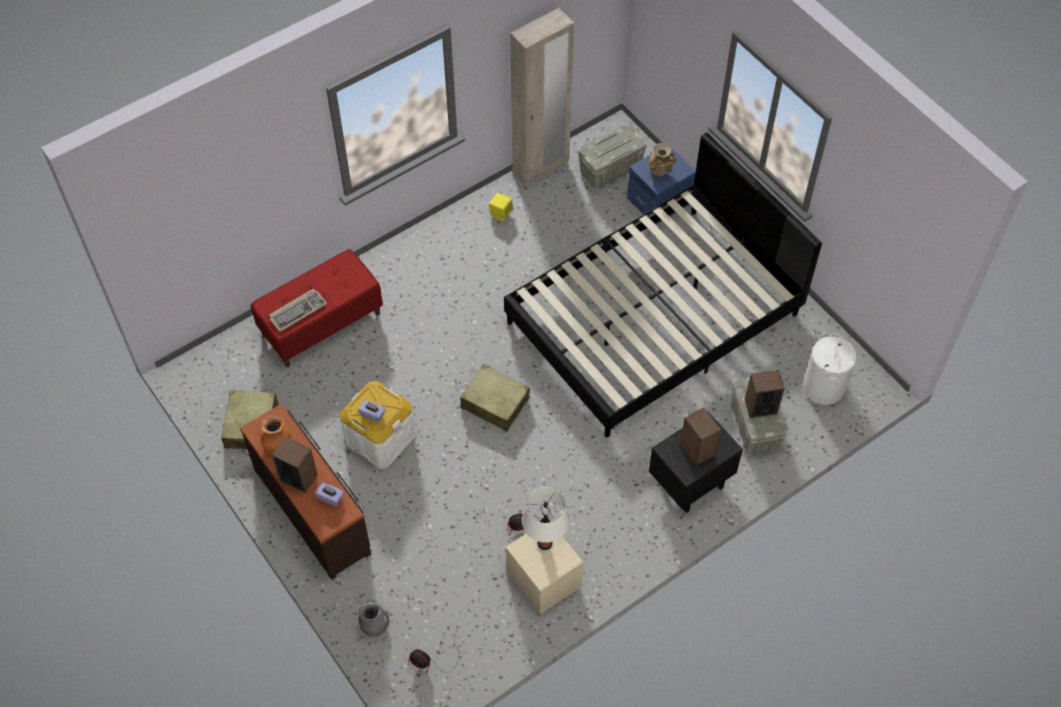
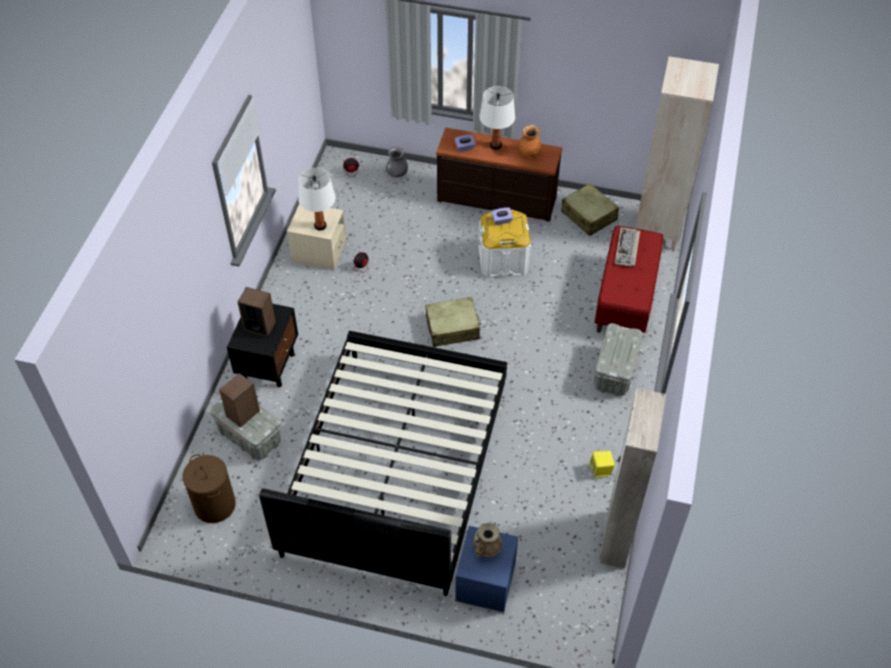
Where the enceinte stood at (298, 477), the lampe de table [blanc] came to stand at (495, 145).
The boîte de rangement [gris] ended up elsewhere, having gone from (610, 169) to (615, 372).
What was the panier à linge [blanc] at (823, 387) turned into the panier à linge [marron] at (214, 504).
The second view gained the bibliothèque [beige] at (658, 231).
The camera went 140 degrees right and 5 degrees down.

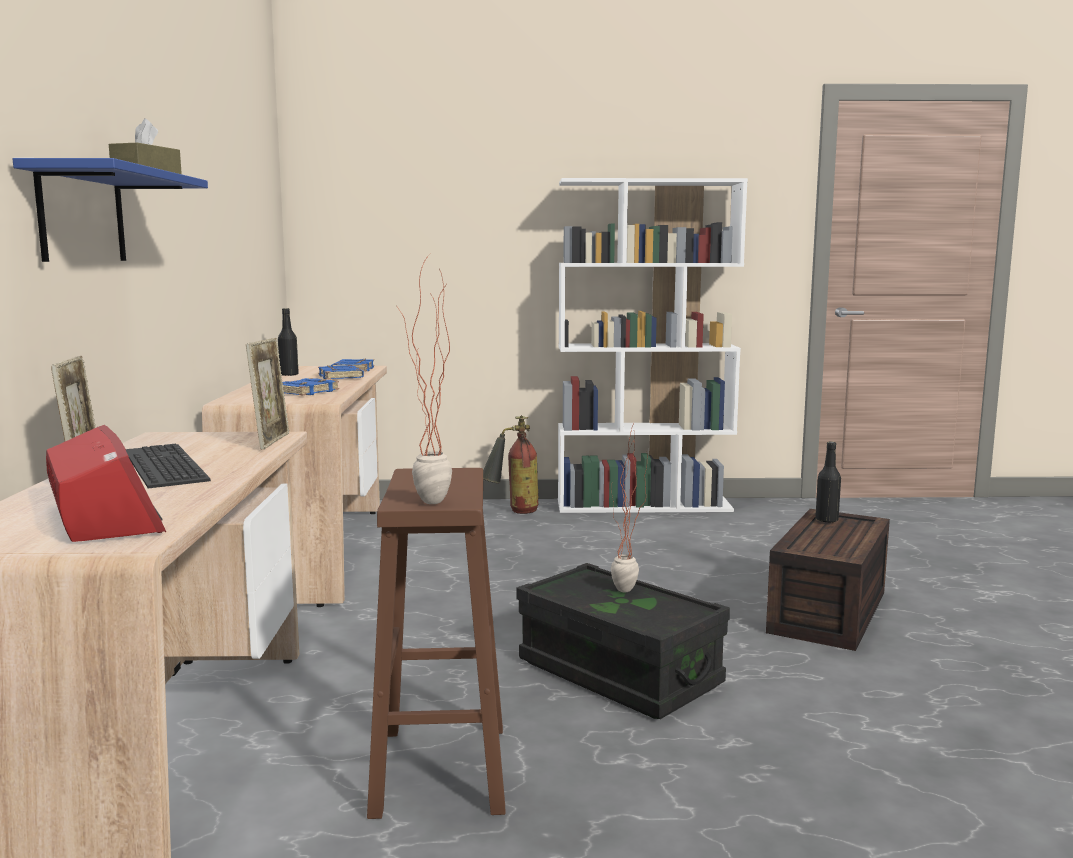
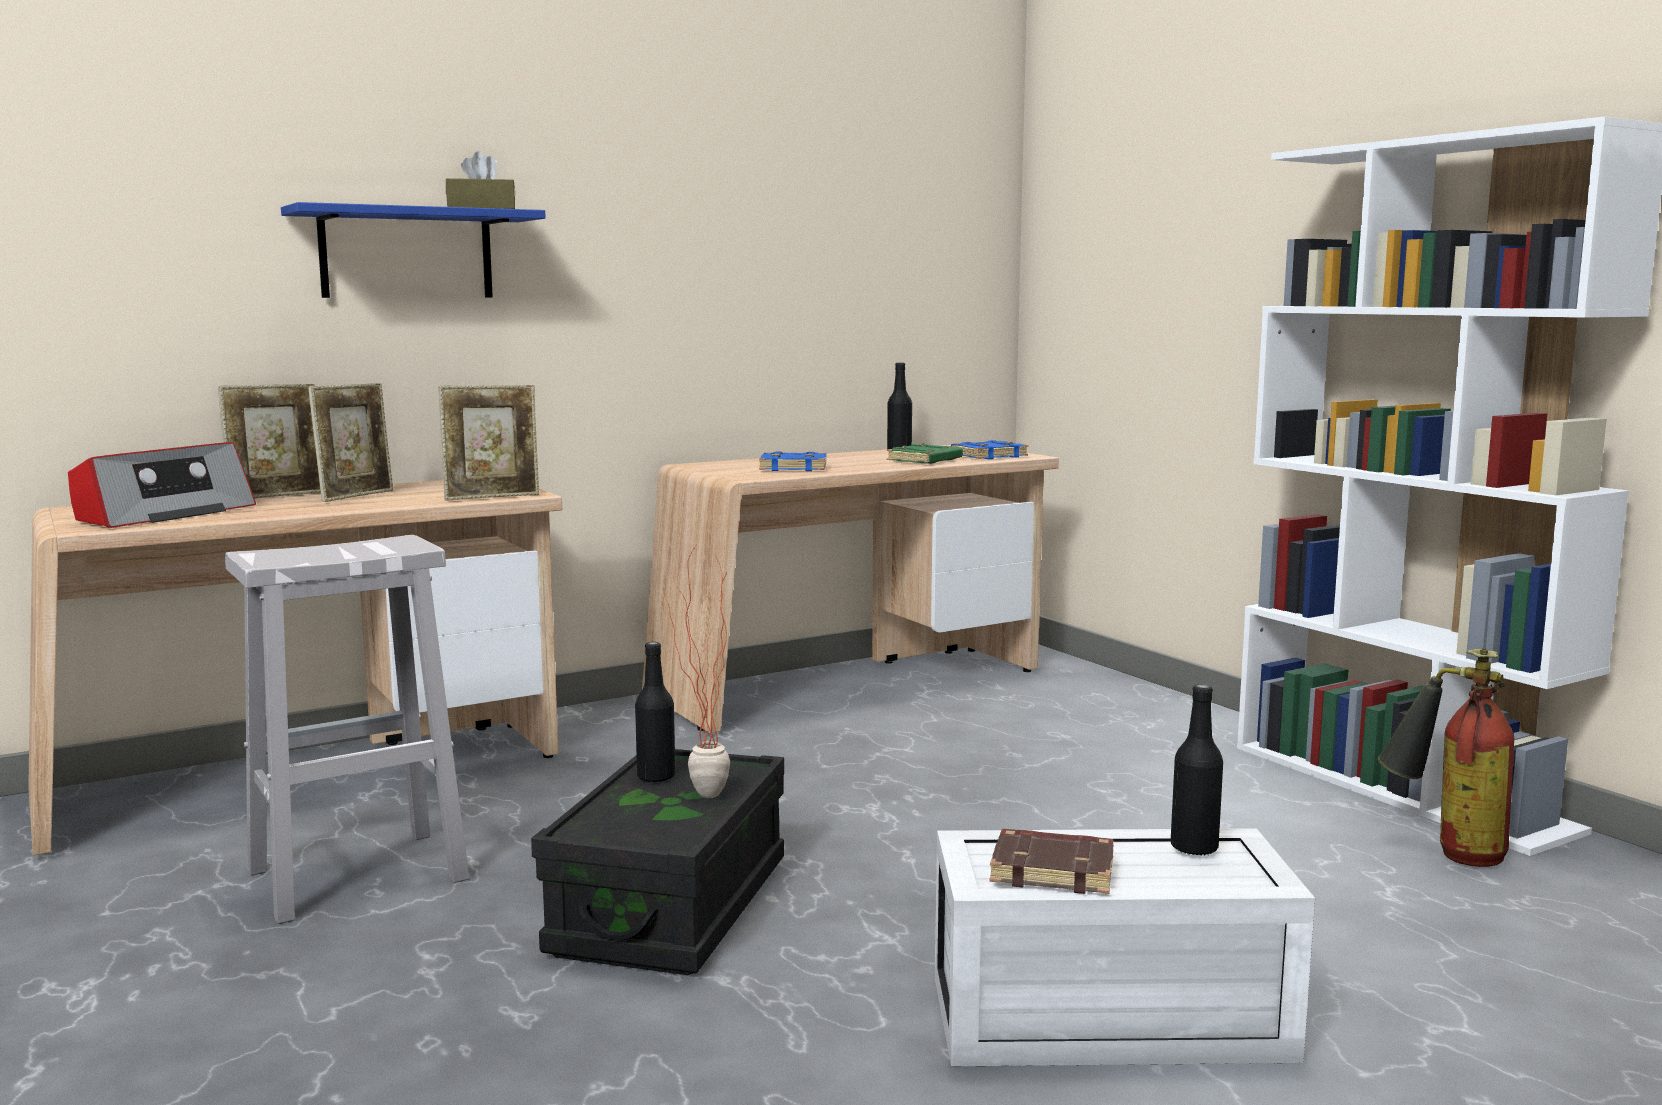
Where the clavier stood at (160, 465), the cadre photo came to stand at (356, 496).
What was the livre [bleu] at (341, 377) turned into the livre [vert] at (925, 460).
What was the tabouret [marron] at (441, 771) turned into the tabouret [blanc] at (354, 876).
The second view lost the plante en pot at (428, 505).
The extincteur ended up elsewhere, having gone from (512, 511) to (1445, 850).
What was the boîte de rangement [marron] at (830, 613) turned into the boîte de rangement [blanc] at (1104, 1021).
The second view gained the bouteille [noir] at (656, 777).
The second view gained the livre [marron] at (1054, 870).
The camera went 60 degrees right and 0 degrees up.

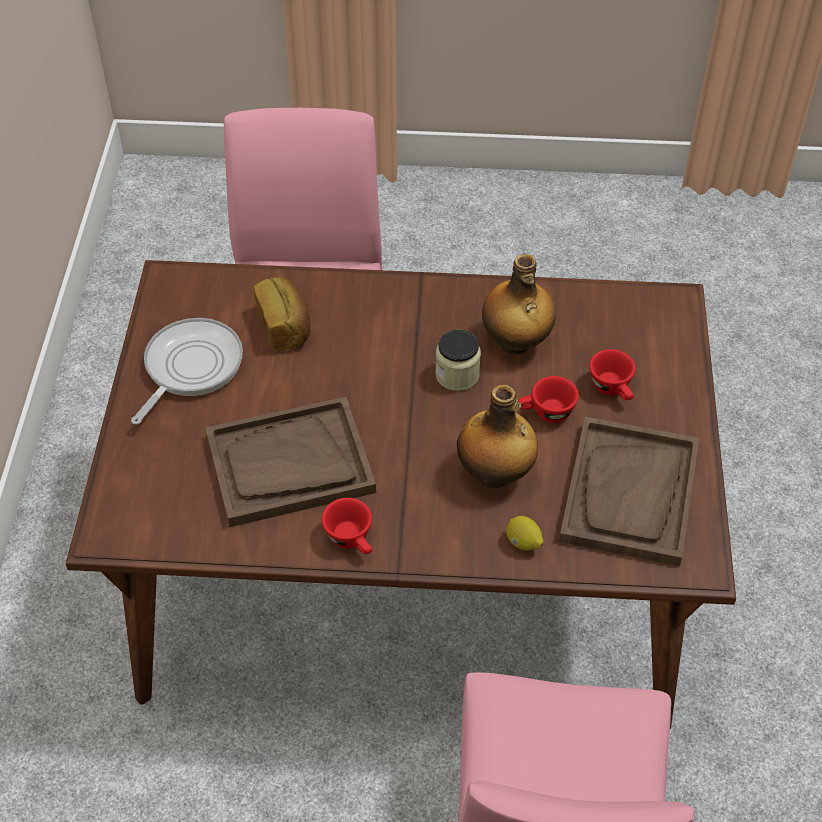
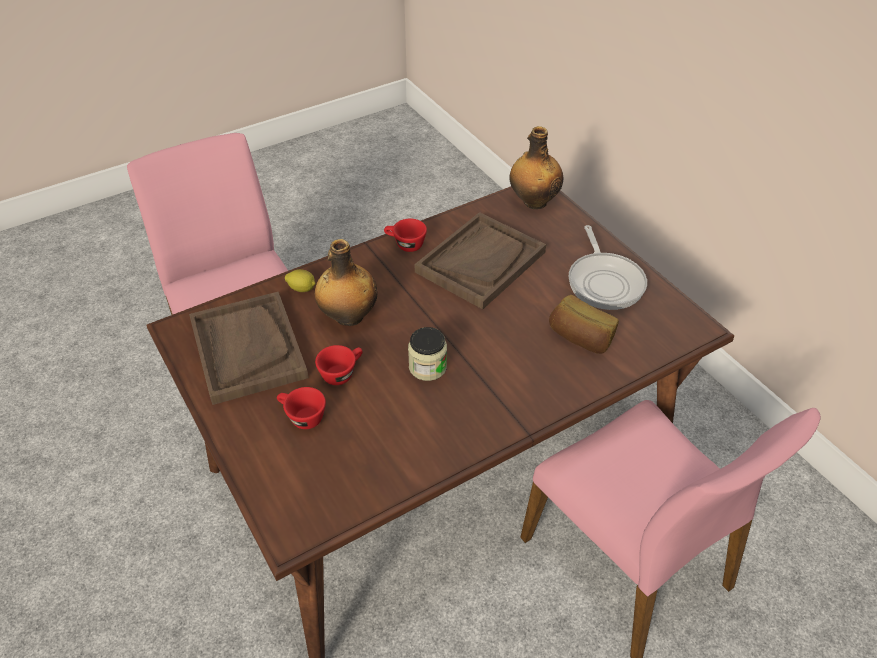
The bouteille ended up elsewhere, having gone from (515, 343) to (533, 201).
The camera went 145 degrees right and 5 degrees down.

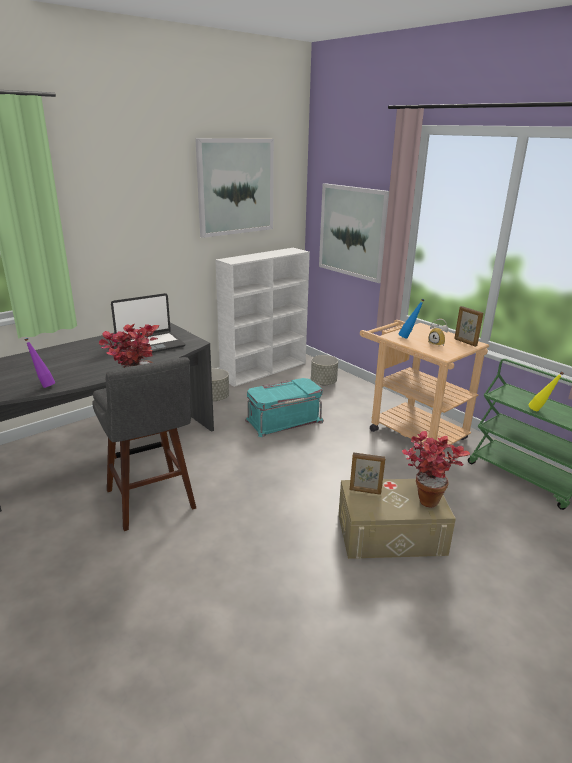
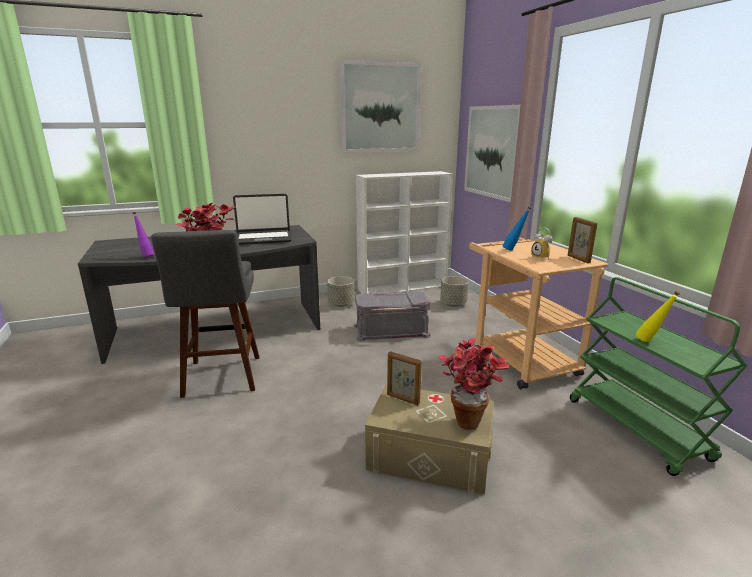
What was the boîte de rangement [turquoise] at (284, 420) turned into the boîte de rangement [gris] at (391, 330).
The camera went 20 degrees right and 5 degrees down.

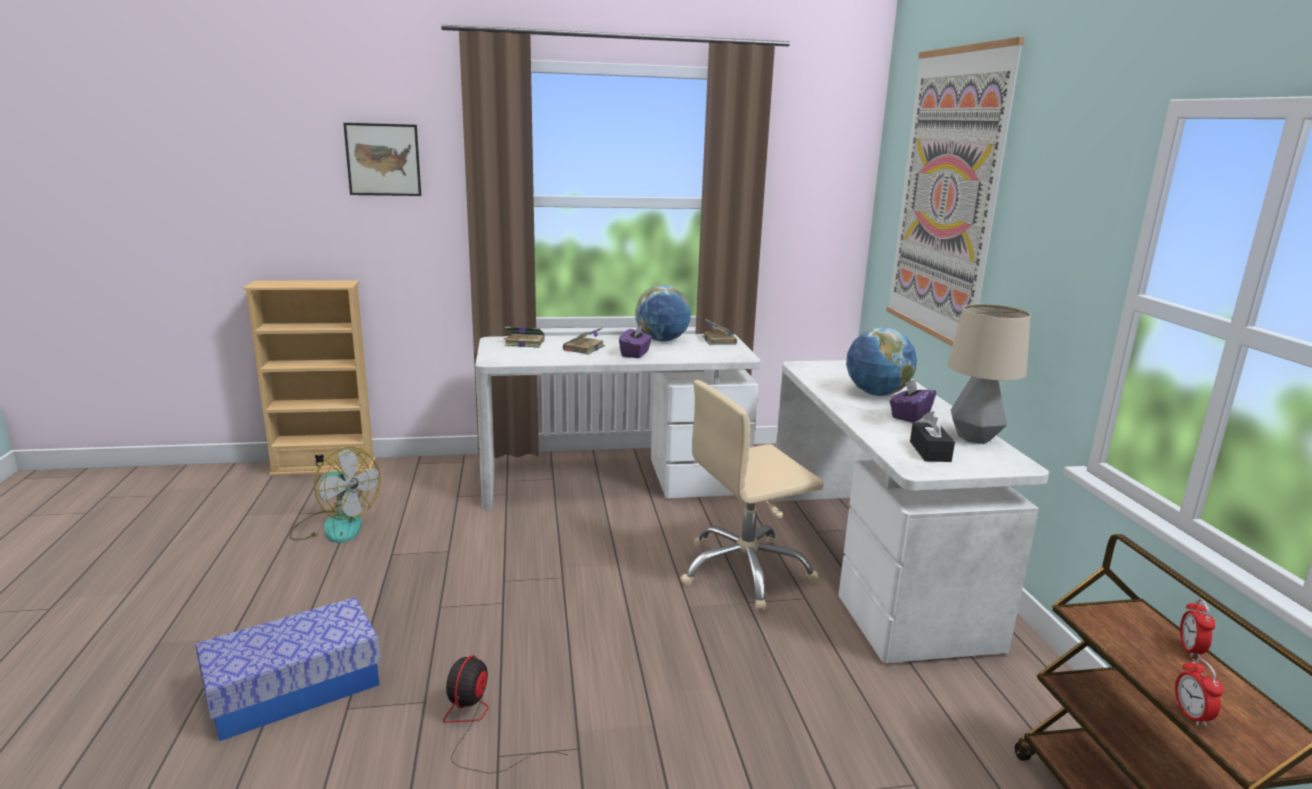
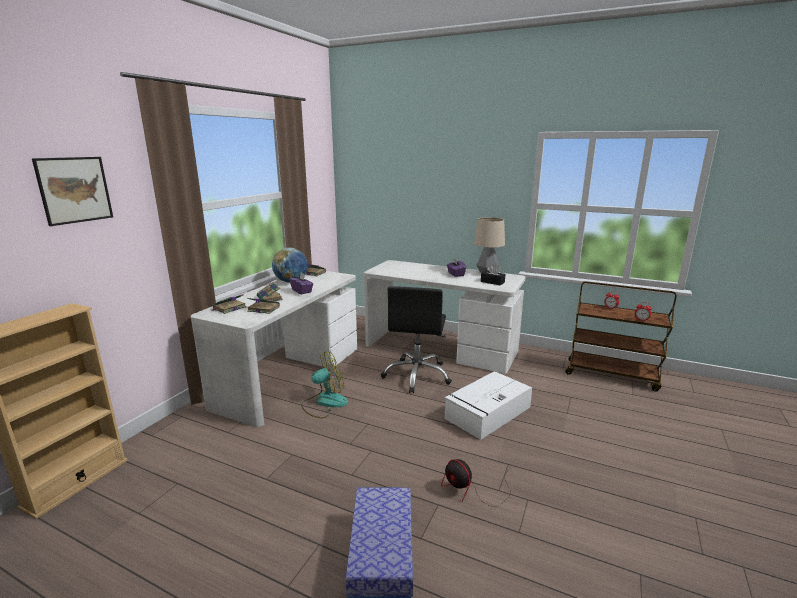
The ventilateur ended up elsewhere, having gone from (335, 526) to (324, 403).
What was the chaise de bureau [beige] at (745, 571) turned into the chaise de bureau [noir] at (417, 375).
The second view lost the globe at (876, 394).
The second view lost the tableau at (946, 196).
The second view gained the livre at (263, 309).
The second view gained the boîte de rangement [blanc] at (487, 413).
The camera went 55 degrees left and 0 degrees up.

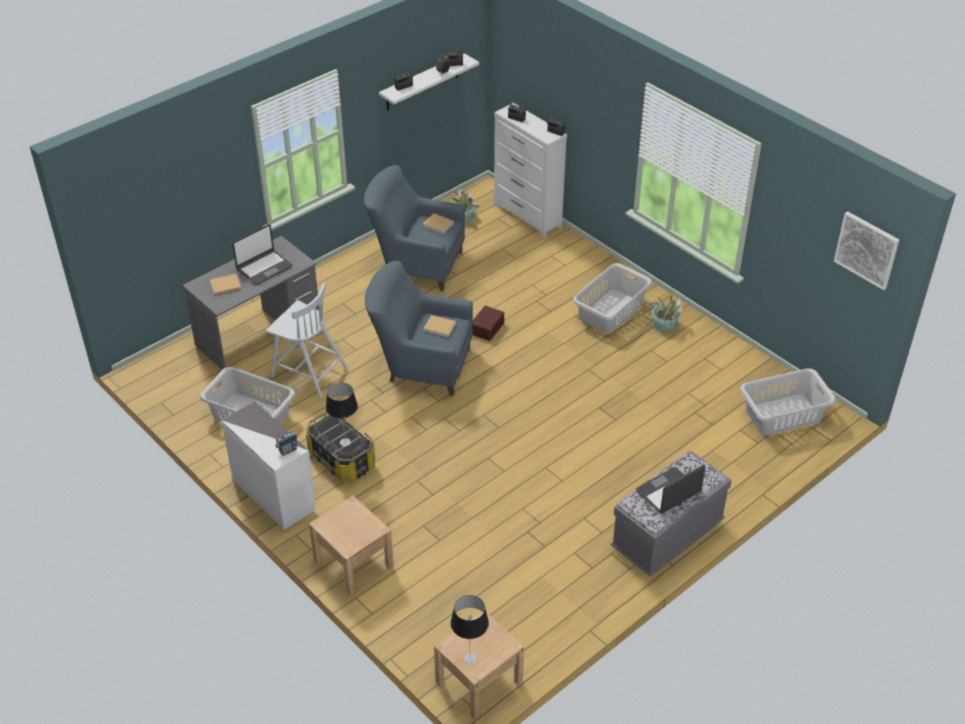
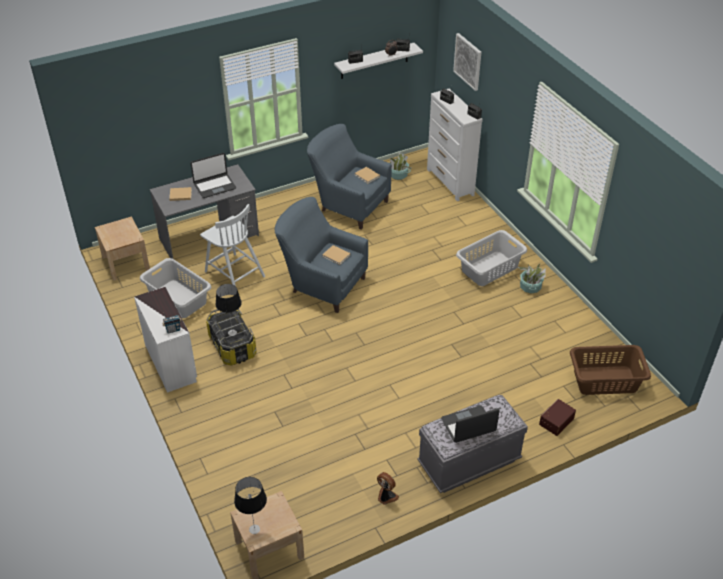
The table de chevet [beige] ended up elsewhere, having gone from (353, 562) to (125, 262).
The boîte de rangement [marron] ended up elsewhere, having gone from (486, 328) to (555, 421).
What was the panier à linge [gris] at (783, 415) turned into the panier à linge [marron] at (605, 381).
The tableau ended up elsewhere, having gone from (867, 249) to (468, 61).
The second view gained the ventilateur at (386, 497).
The camera went 15 degrees right and 0 degrees up.

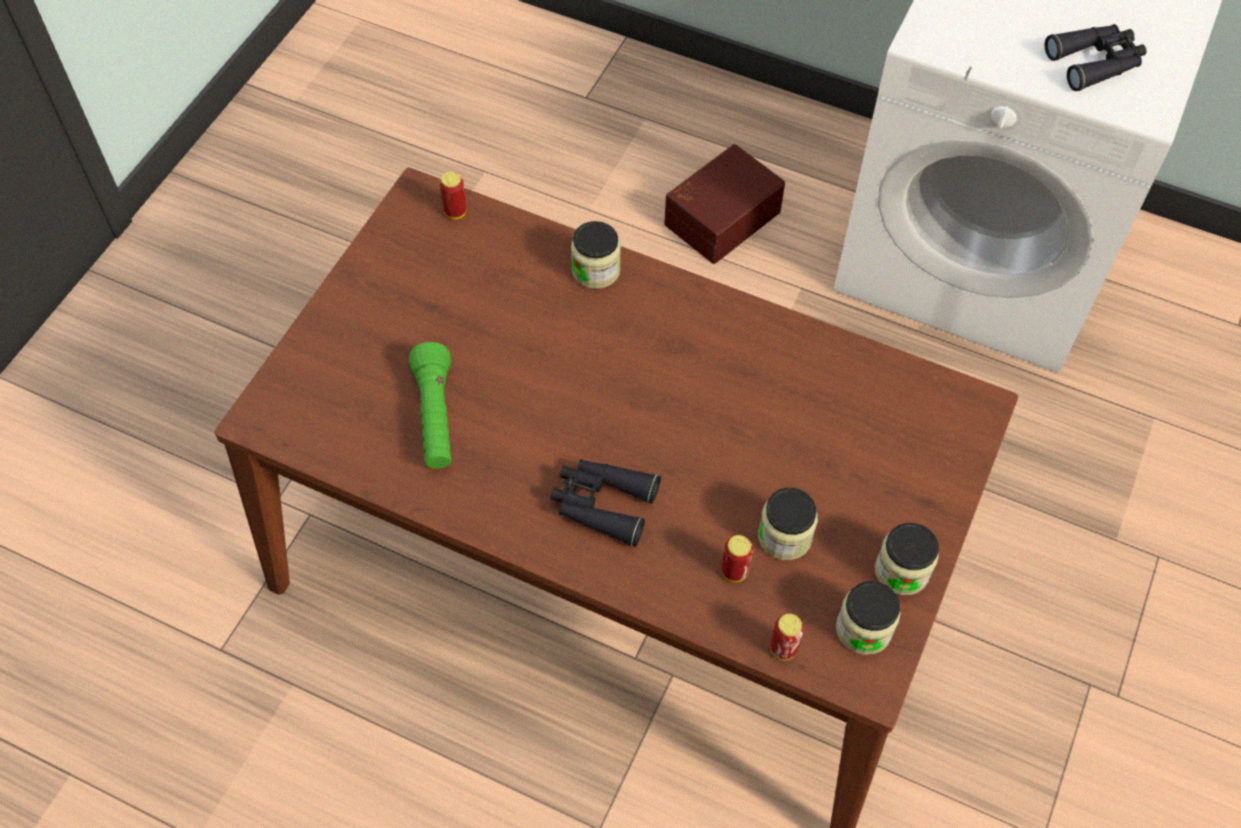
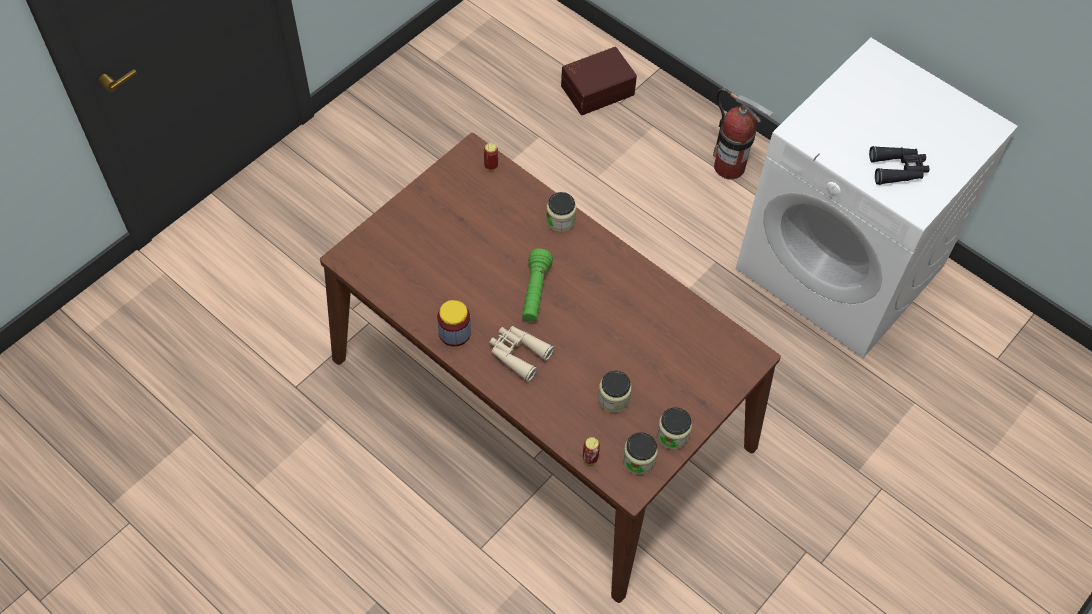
The lampe de poche [vert] ended up elsewhere, having gone from (435, 417) to (535, 292).
What was the jumelles [noir] at (602, 504) turned into the jumelles [beige] at (518, 354).
The boîte de rangement [marron] ended up elsewhere, having gone from (720, 216) to (596, 89).
The second view lost the boîte métallique at (734, 571).
The second view gained the bocal at (454, 332).
The second view gained the extincteur at (729, 167).
The camera went 15 degrees right and 0 degrees up.

